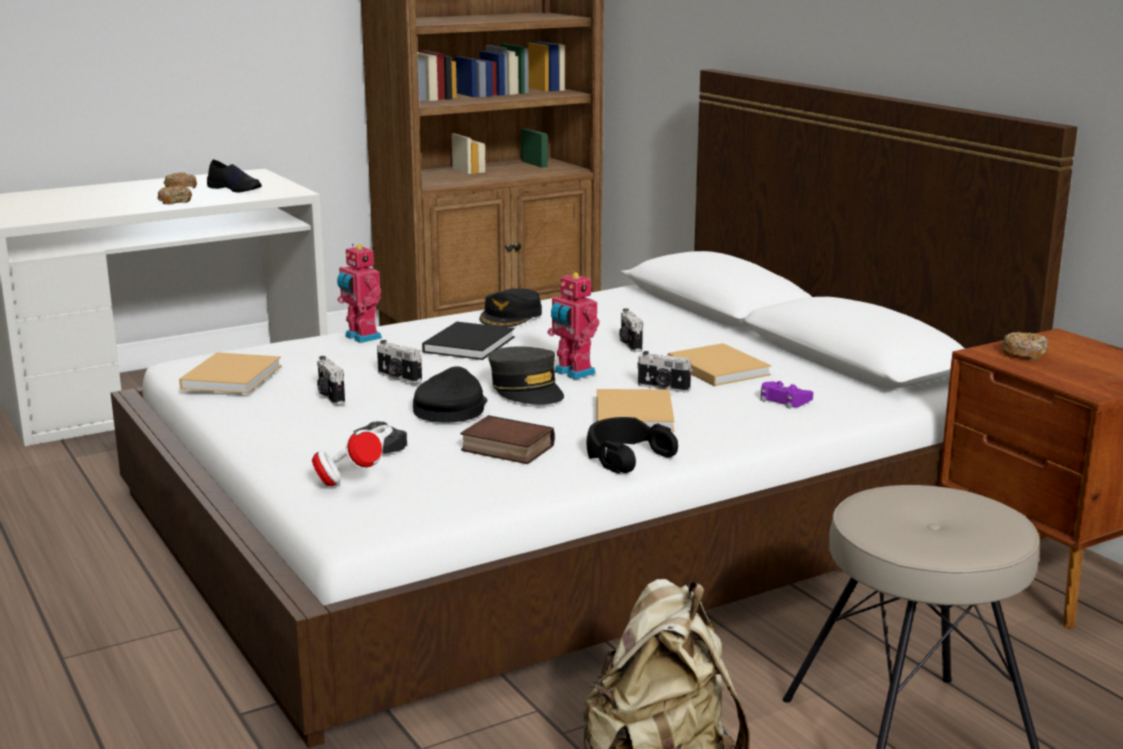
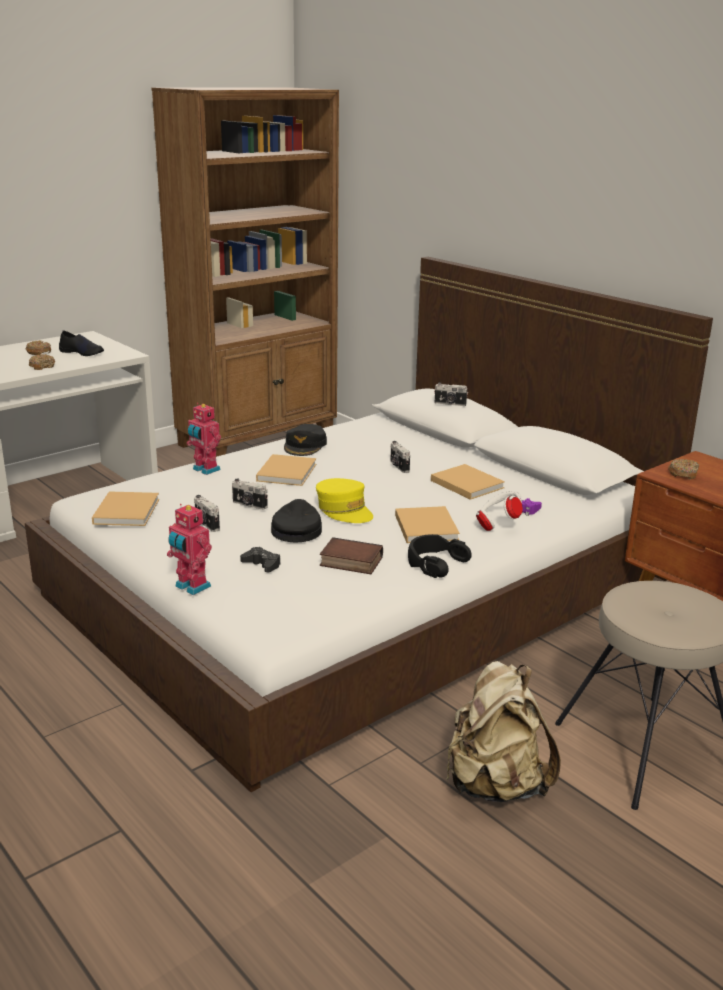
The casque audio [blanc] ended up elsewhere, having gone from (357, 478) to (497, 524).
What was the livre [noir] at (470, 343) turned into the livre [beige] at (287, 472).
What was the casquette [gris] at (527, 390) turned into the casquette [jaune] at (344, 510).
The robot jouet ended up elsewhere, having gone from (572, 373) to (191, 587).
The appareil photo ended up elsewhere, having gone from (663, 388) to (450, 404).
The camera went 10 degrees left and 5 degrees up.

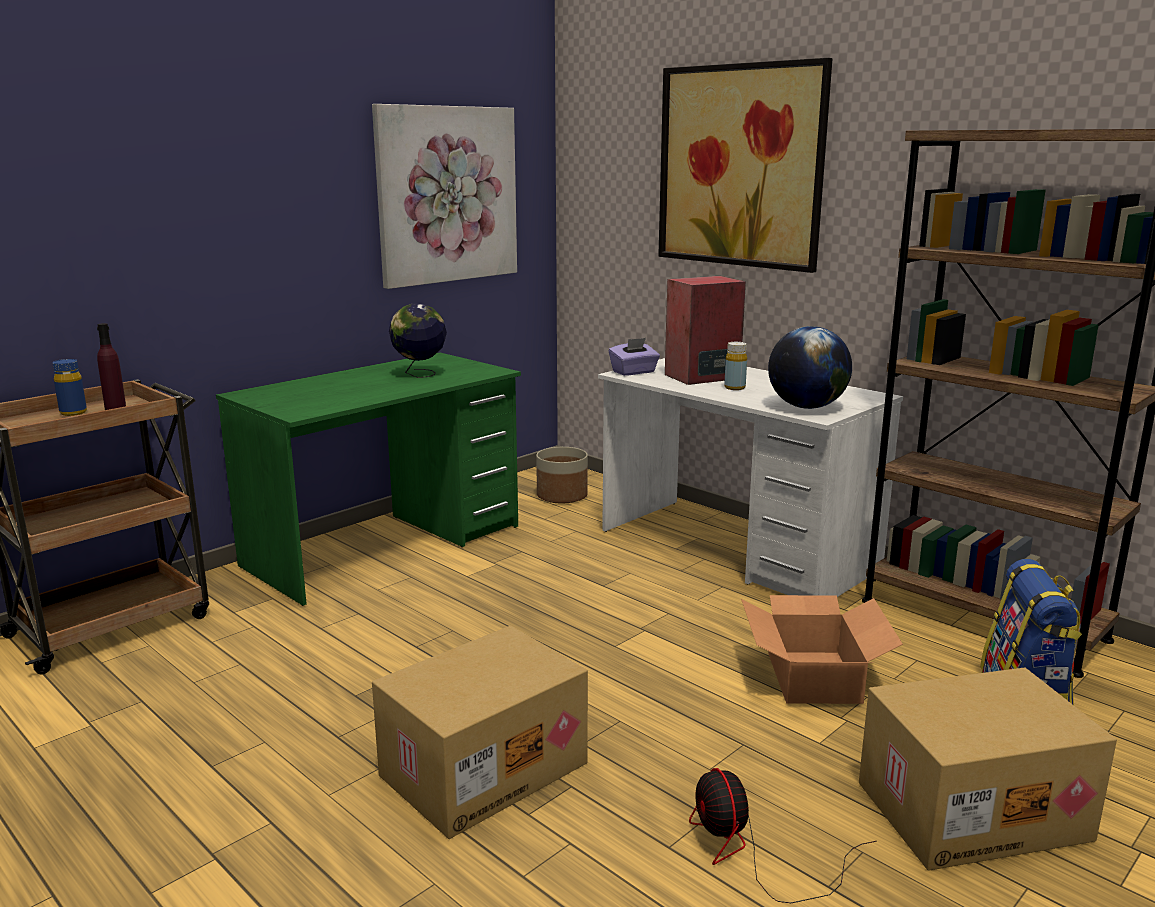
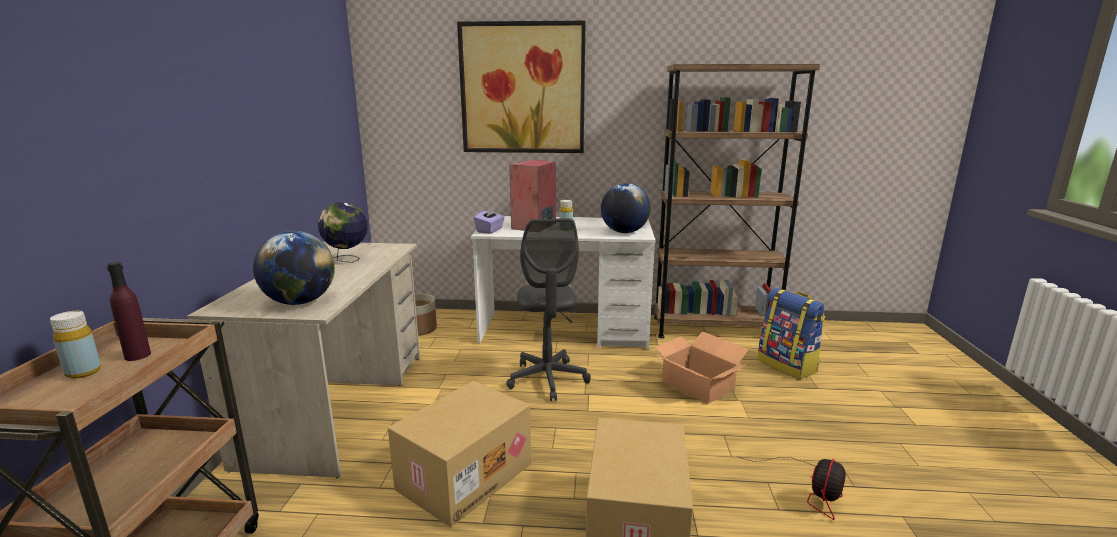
What was the bouteille [bleu] at (73, 413) turned into the bouteille [jaune] at (83, 372).
What was the bureau [vert] at (385, 546) turned into the bureau [beige] at (339, 406).
The second view lost the tableau at (447, 195).
The ventilateur at (752, 853) ended up facing another way, 90 degrees counterclockwise from before.
The carton ended up elsewhere, having gone from (971, 808) to (464, 475).
The second view gained the globe at (300, 302).
The second view gained the chaise de bureau [gris] at (547, 379).
The camera went 40 degrees left and 0 degrees up.

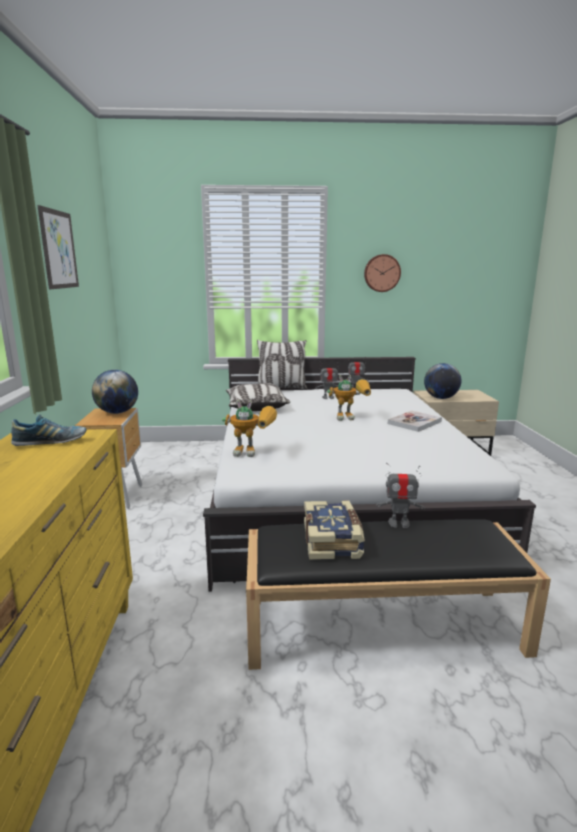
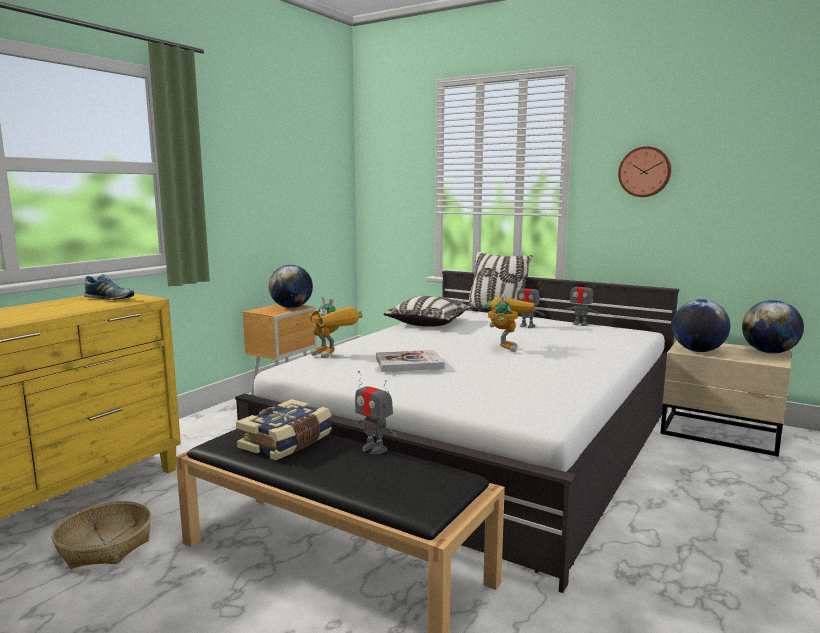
The second view lost the tableau at (59, 249).
The robot jouet at (351, 417) ended up facing another way, 105 degrees counterclockwise from before.
The livre ended up elsewhere, having gone from (414, 422) to (409, 363).
The second view gained the panier at (104, 545).
The second view gained the globe at (769, 352).
The camera went 35 degrees right and 5 degrees down.

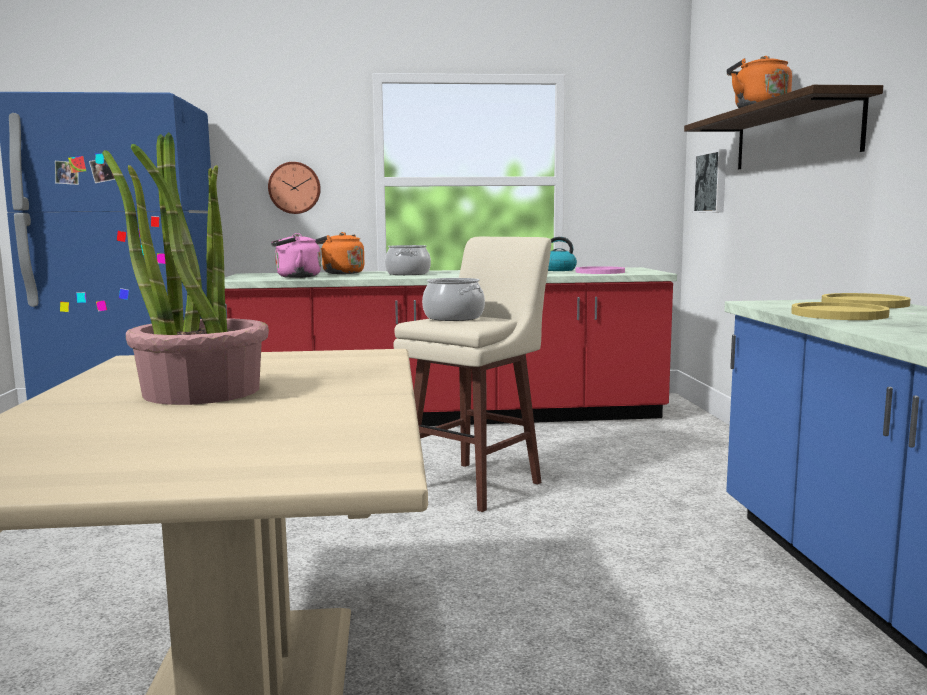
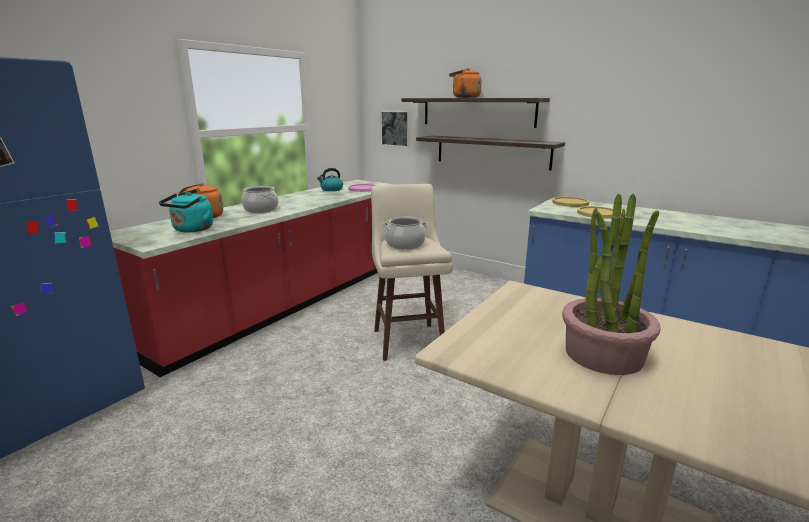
The second view lost the horloge murale at (294, 188).
What was the bouilloire [rose] at (295, 277) turned into the bouilloire [turquoise] at (192, 230).
The second view gained the étagère at (492, 152).
The camera went 50 degrees left and 10 degrees up.

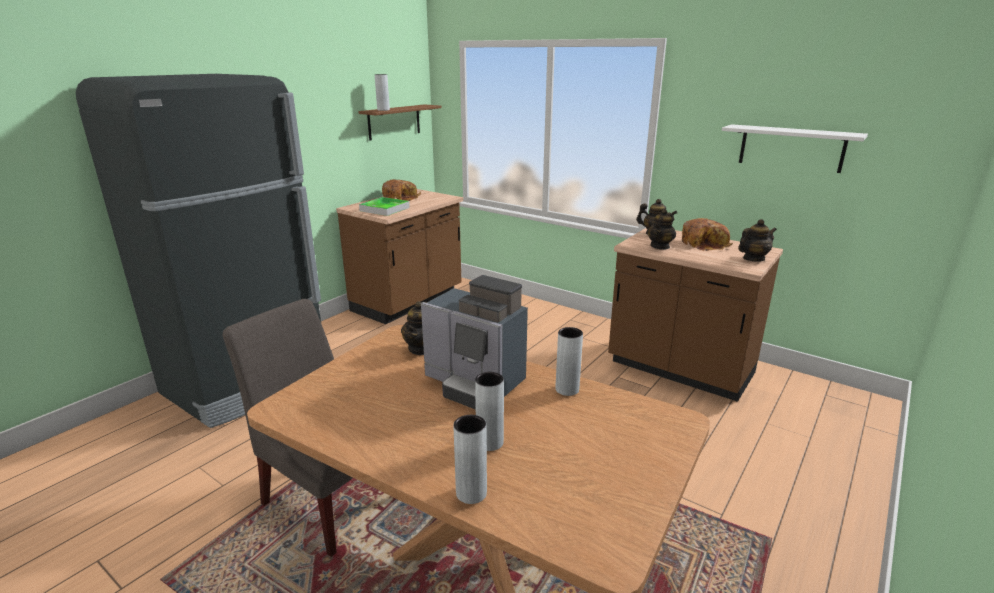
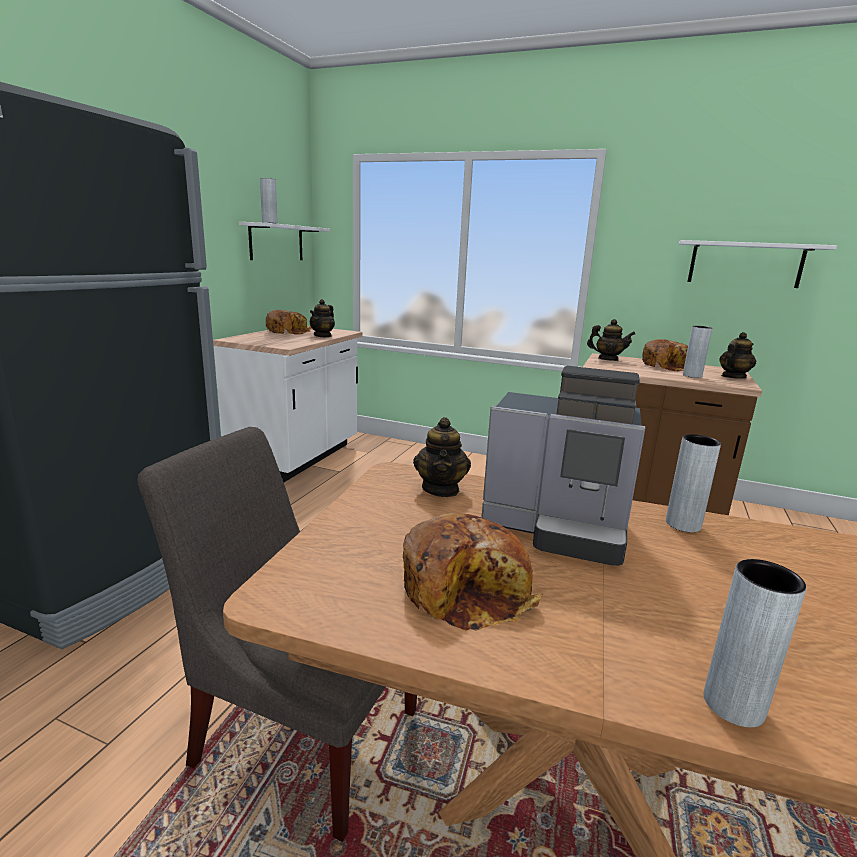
What was the comptoir de cuisine [marron] at (408, 302) turned into the comptoir de cuisine [blanc] at (297, 458).
What was the étagère [marron] at (394, 122) turned into the étagère [blanc] at (276, 242).
The second view lost the plateau at (384, 209).
The vase [gris] ended up elsewhere, having gone from (489, 442) to (692, 376).
The théière ended up elsewhere, having gone from (660, 246) to (323, 336).
The second view gained the pain at (467, 588).
The camera went 15 degrees left and 5 degrees down.

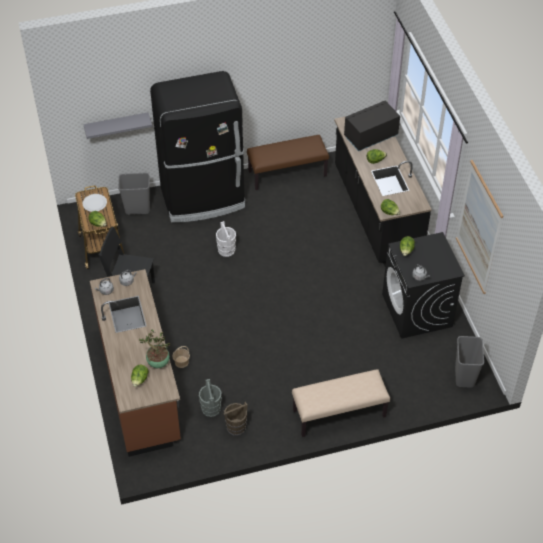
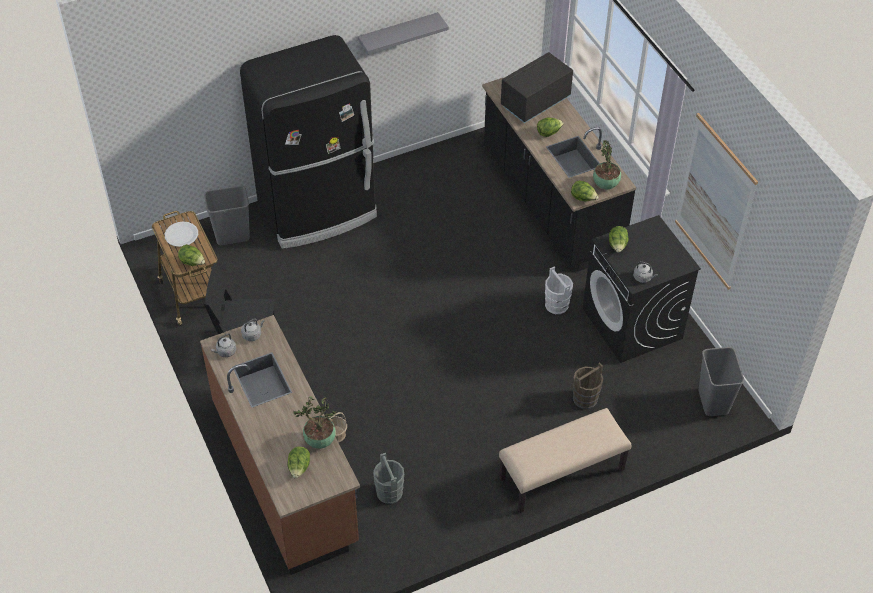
The étagère [gris] ended up elsewhere, having gone from (117, 125) to (398, 34).
The seau [blanc] ended up elsewhere, having gone from (226, 250) to (556, 305).
The seau [marron] ended up elsewhere, having gone from (236, 427) to (585, 399).
The second view lost the banc [marron] at (287, 173).
The second view gained the plante en pot at (605, 185).
The camera went 10 degrees left and 0 degrees up.

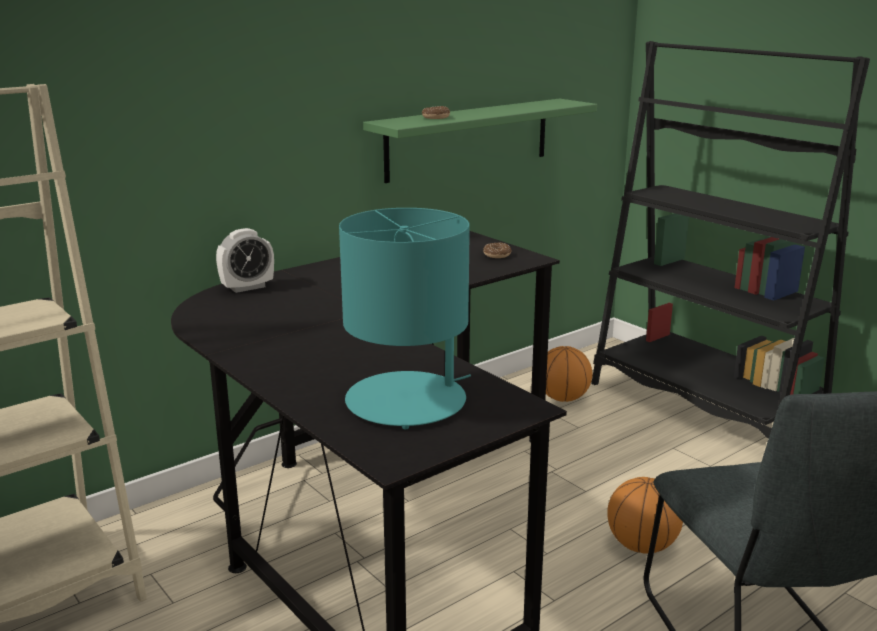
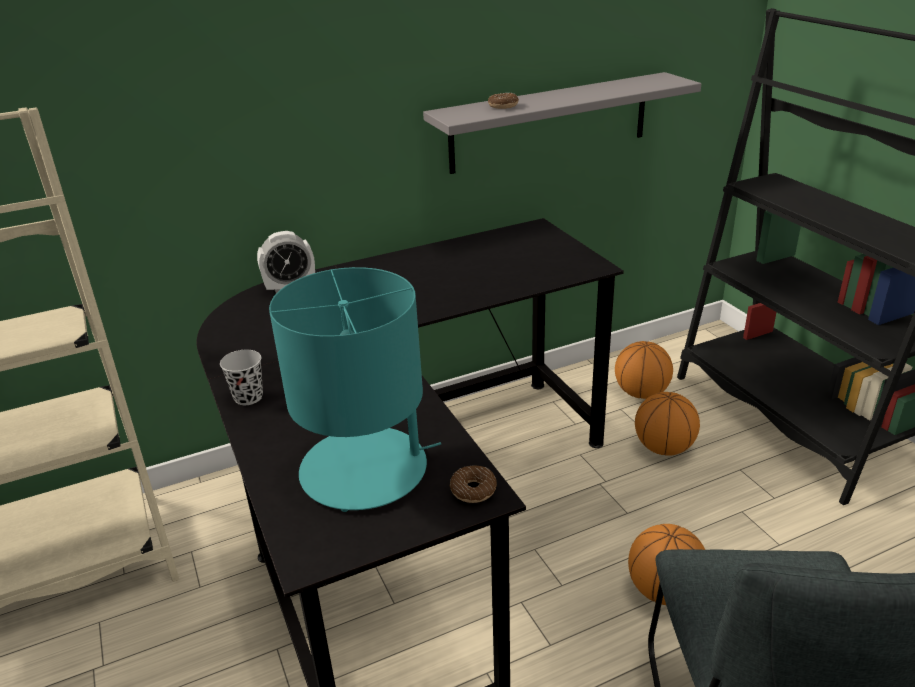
What was the étagère [vert] at (469, 139) turned into the étagère [gris] at (550, 122).
The beignet ended up elsewhere, having gone from (497, 255) to (473, 490).
The second view gained the tasse [noir] at (248, 397).
The second view gained the ballon de basket at (663, 448).
The camera went 15 degrees right and 10 degrees up.

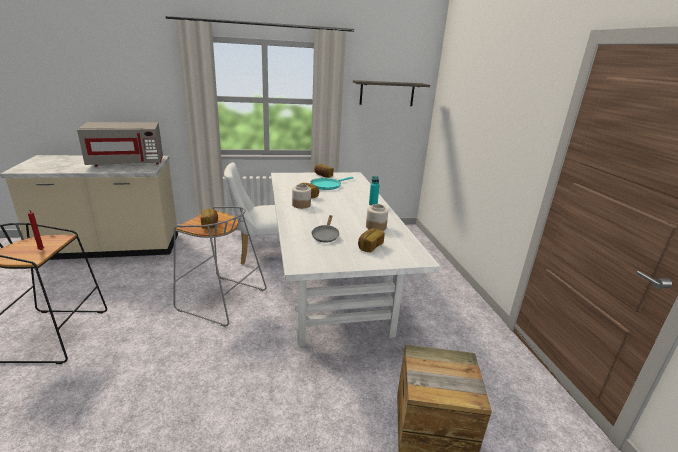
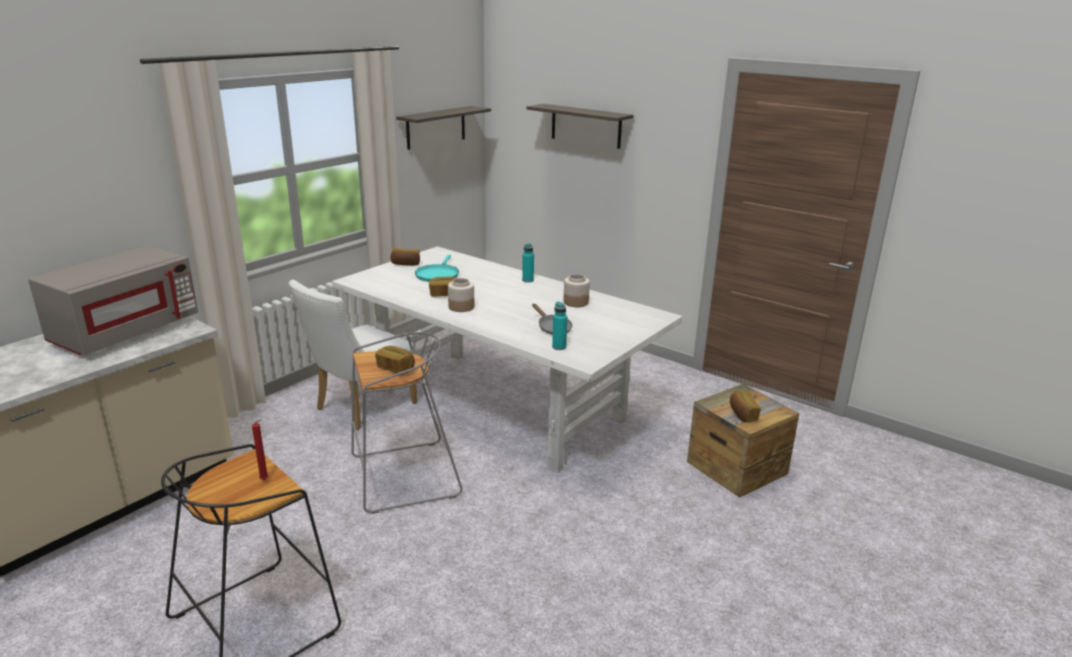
The pain ended up elsewhere, having gone from (369, 246) to (742, 414).
The second view gained the étagère at (586, 126).
The second view gained the bouteille [turquoise] at (559, 347).
The camera went 40 degrees left and 0 degrees up.

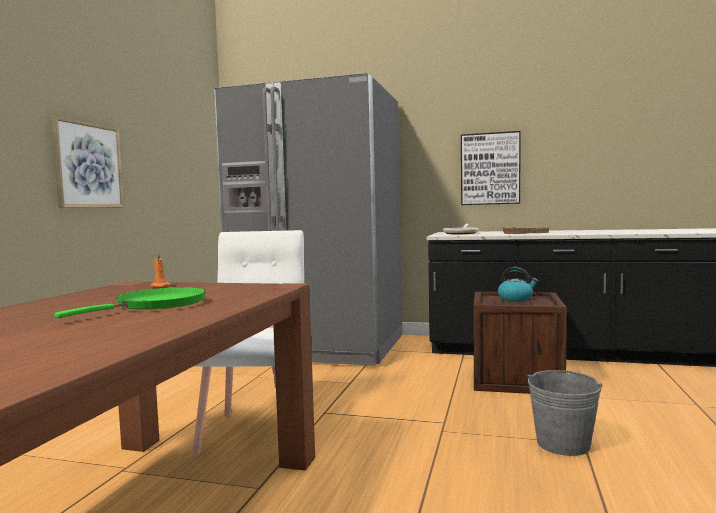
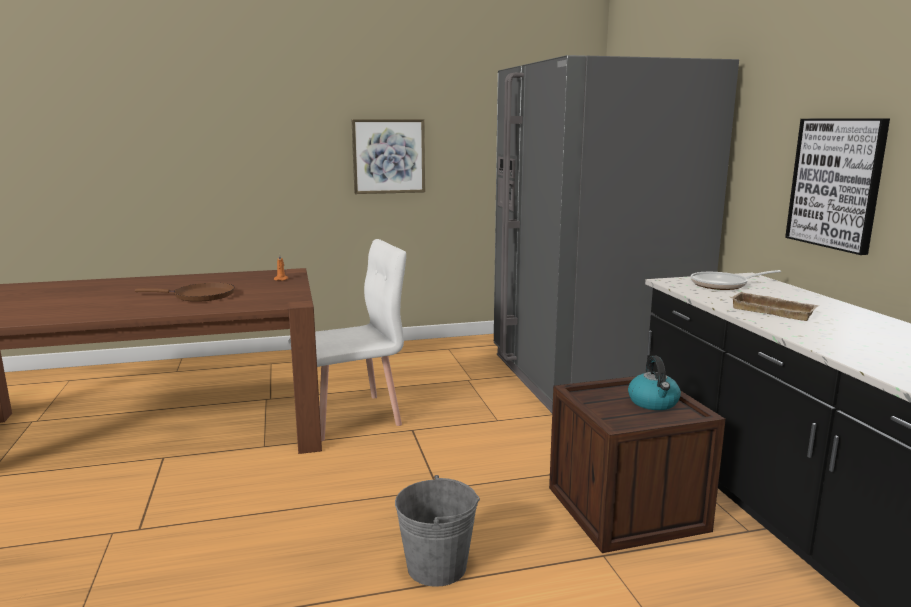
What was the poêle [vert] at (156, 305) turned into the poêle [marron] at (200, 296).
The camera went 60 degrees right and 10 degrees up.

